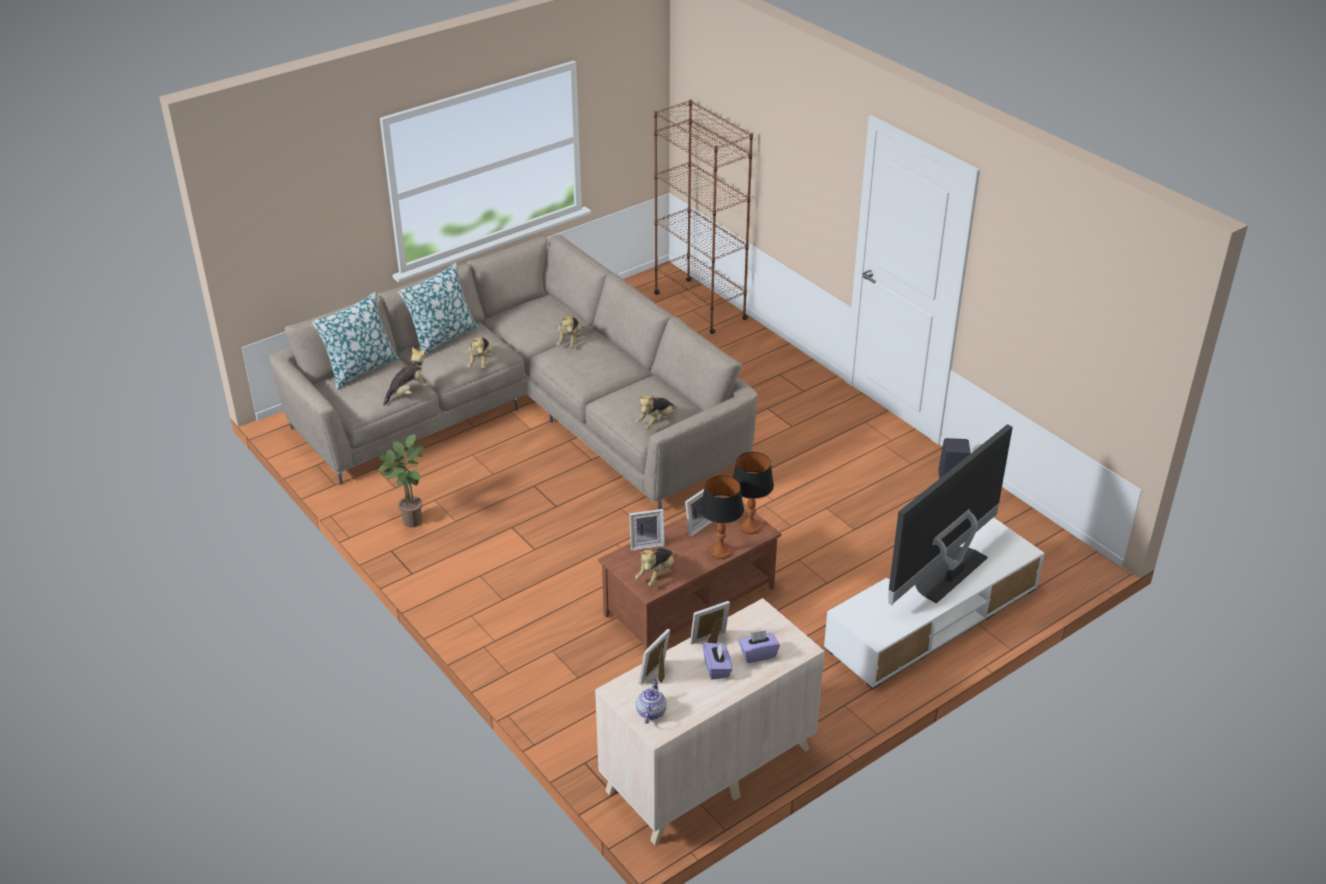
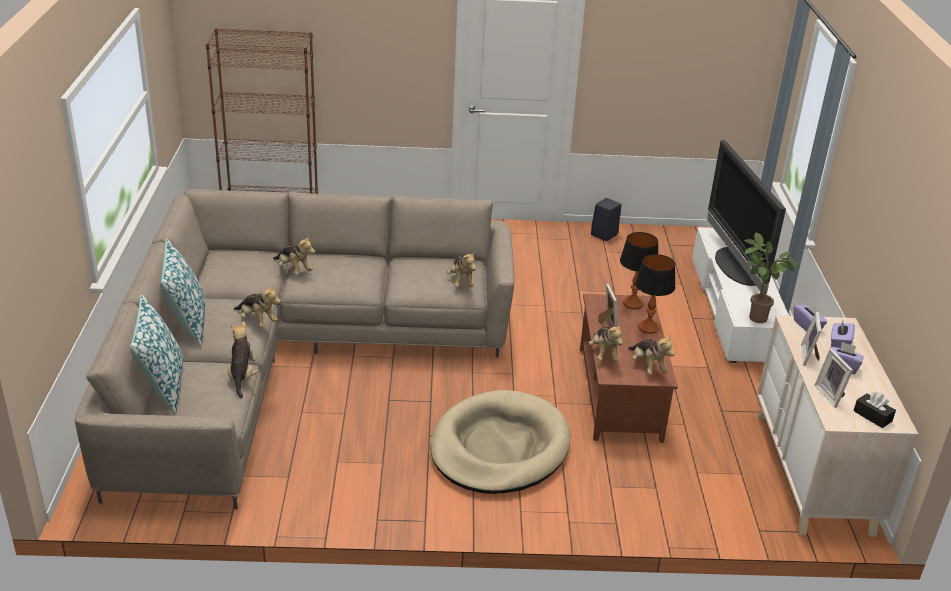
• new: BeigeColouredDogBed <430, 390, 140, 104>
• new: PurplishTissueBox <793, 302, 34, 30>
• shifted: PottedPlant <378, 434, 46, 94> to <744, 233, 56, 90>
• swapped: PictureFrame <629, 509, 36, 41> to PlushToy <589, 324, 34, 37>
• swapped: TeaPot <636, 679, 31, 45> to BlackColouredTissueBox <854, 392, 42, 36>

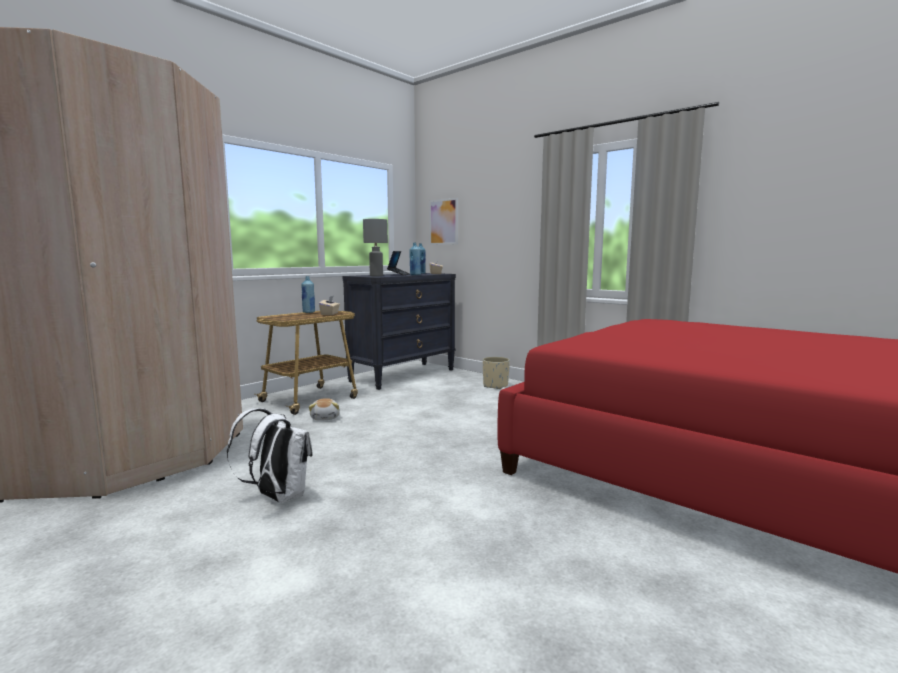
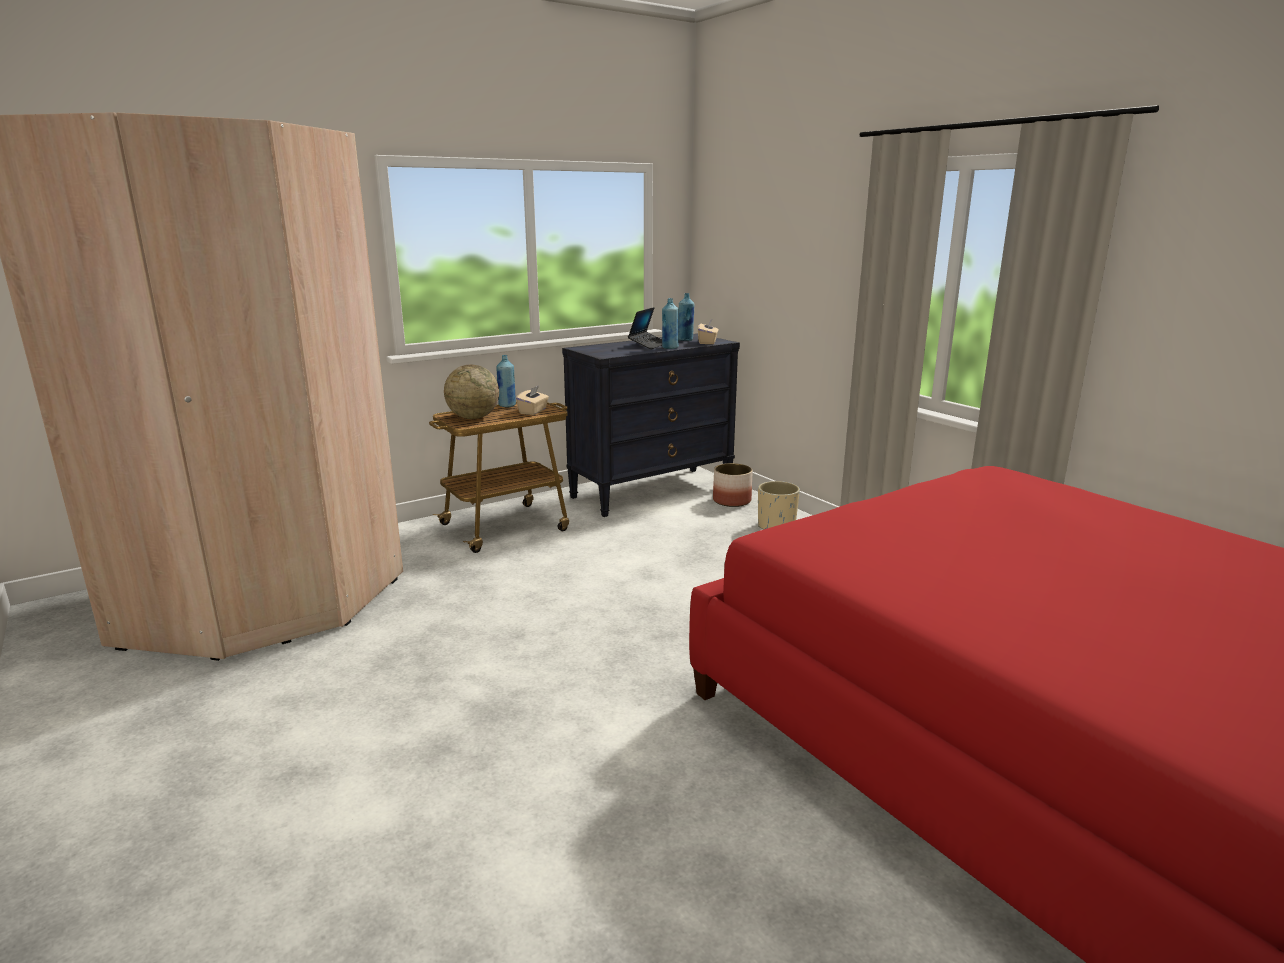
• gone: WhiteColouredKnapsack <227, 408, 86, 95>
• gone: PlushToy <309, 398, 31, 23>
• gone: GreyLampForATable <363, 219, 25, 57>
• gone: WallPicture <429, 198, 29, 47>
• new: DeskGlobe <444, 365, 55, 54>
• new: Planter <713, 463, 40, 44>

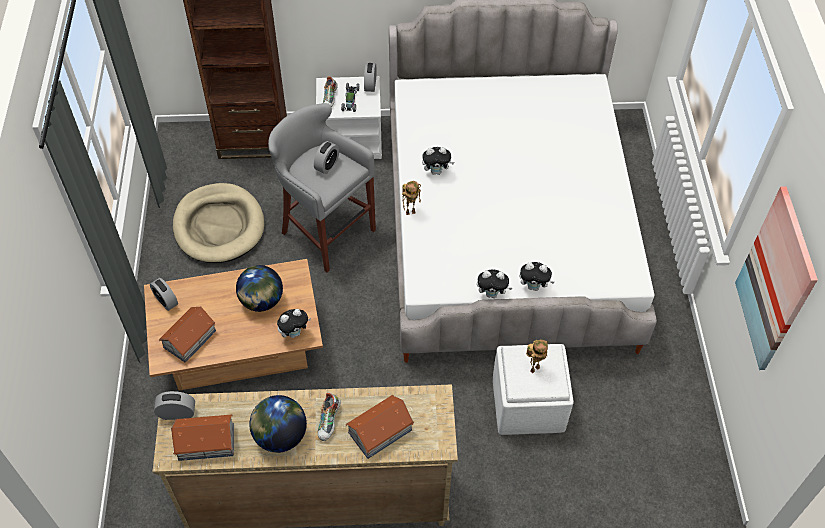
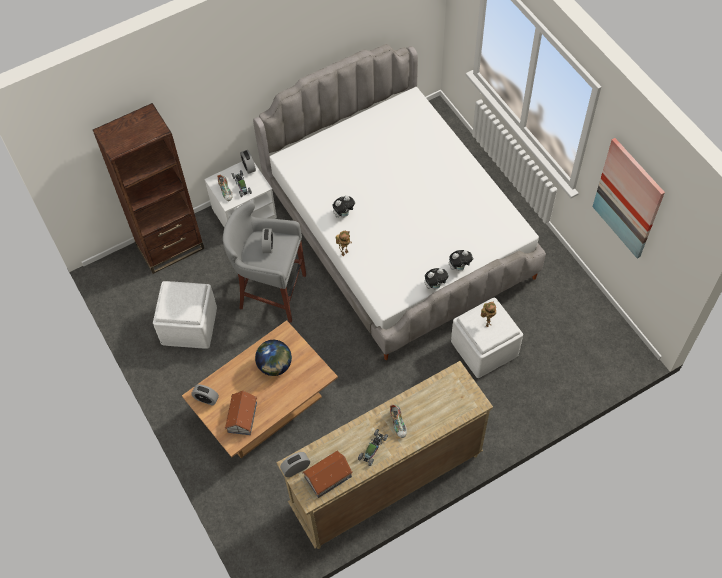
• gone: PlushToy <277, 309, 34, 29>
• gone: ModelHouse <345, 395, 69, 64>
• swapped: BeigeColouredDogBed <173, 183, 92, 80> to WhiteColouredPouffe <153, 281, 64, 68>
• swapped: DeskGlobe <249, 395, 58, 58> to ModelCar <358, 429, 30, 37>

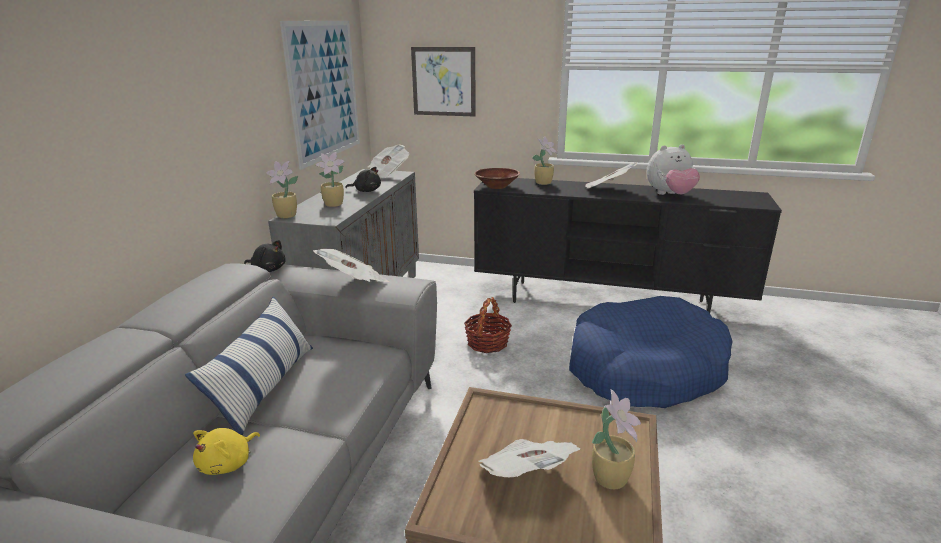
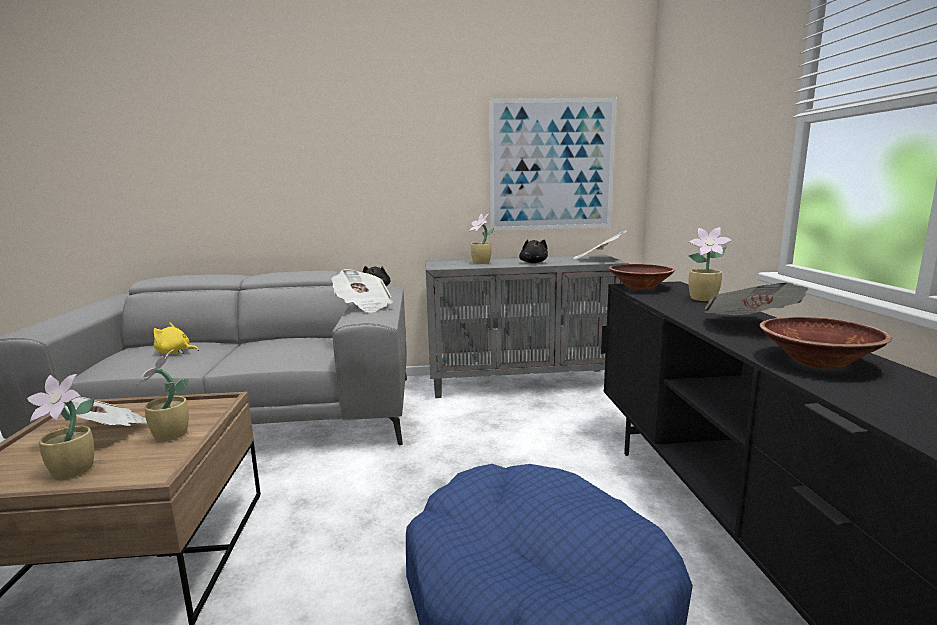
• gone: ThrowPillow <185, 296, 128, 139>
• gone: WallPicture <411, 47, 65, 70>
• gone: Basket <464, 297, 48, 56>
• shifted: PottedPlant <266, 161, 32, 57> to <134, 349, 55, 92>
• swapped: PlushToy <647, 144, 53, 51> to BrownServingBowl <760, 317, 132, 52>

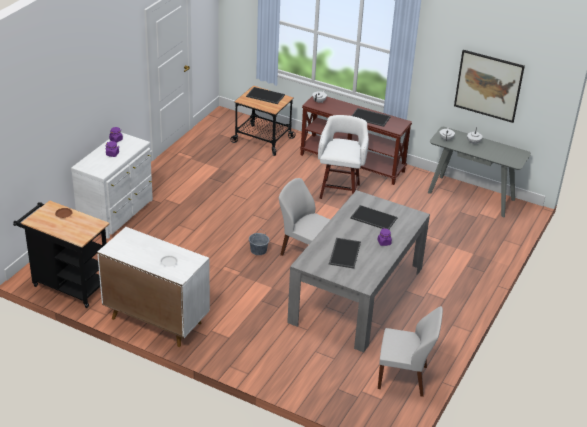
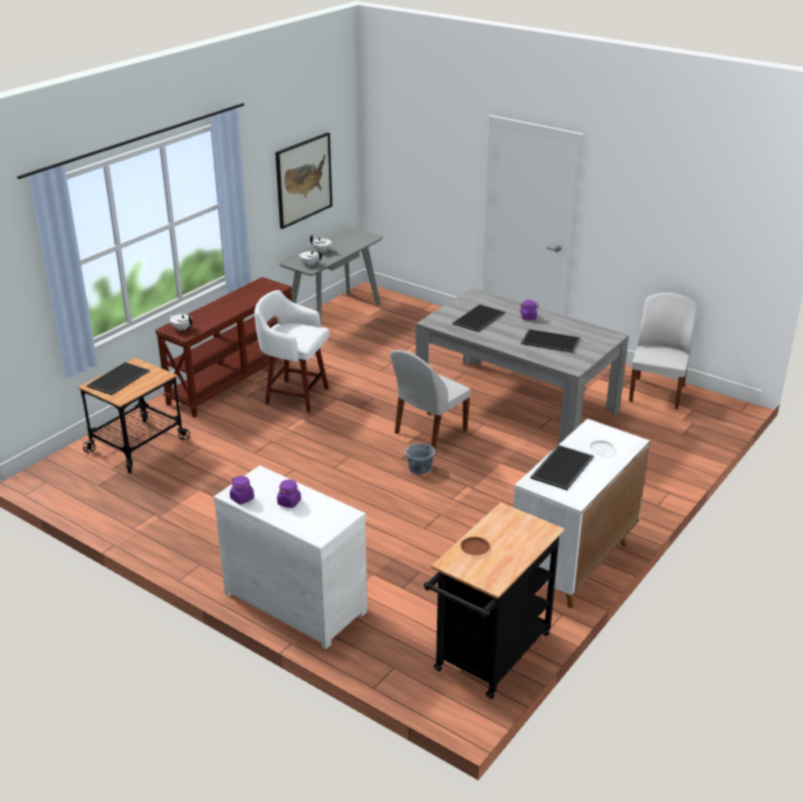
• shifted: ServingTray <352, 108, 39, 19> to <530, 445, 64, 45>

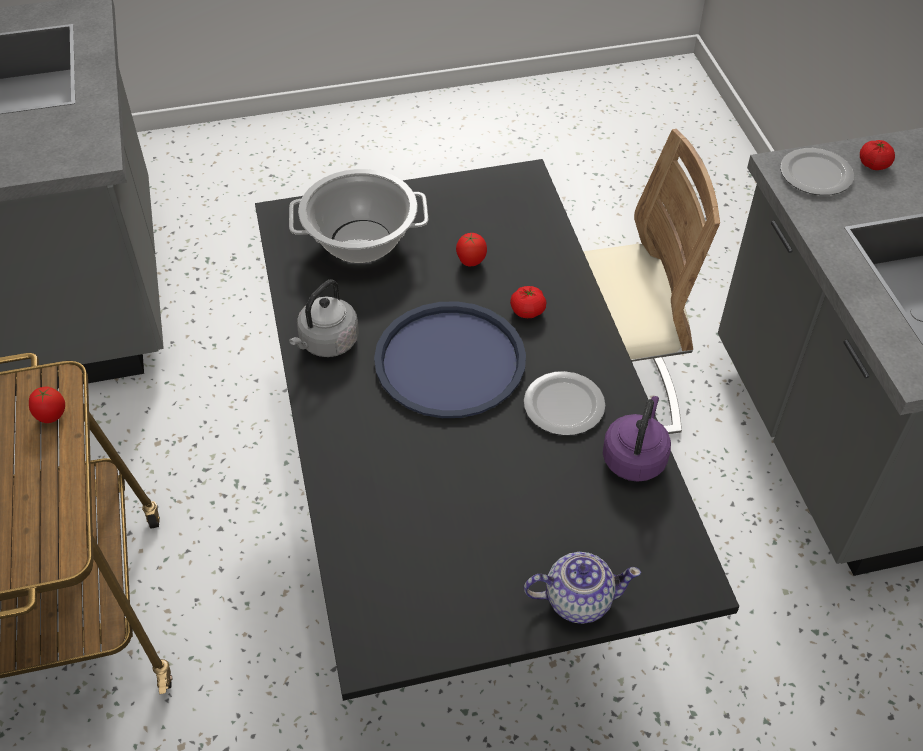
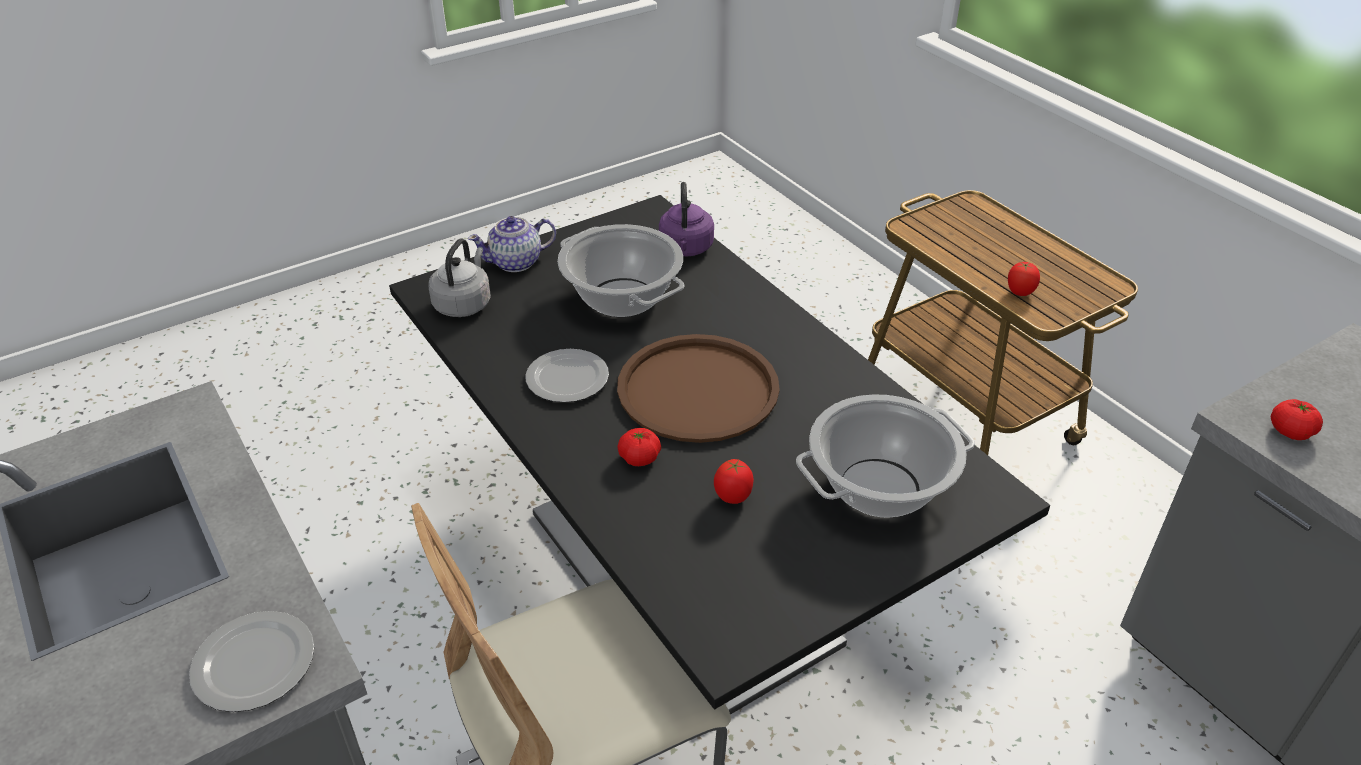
• new: Stockpot <558, 224, 127, 93>
• shifted: GreyWaterKettle <289, 279, 70, 78> to <428, 238, 63, 79>
• shifted: PurplishWaterKettle <603, 396, 68, 86> to <659, 182, 55, 74>
• shifted: Tomato <860, 140, 35, 30> to <1271, 399, 52, 41>
• repainted: BluishServingTray <374, 301, 152, 117> to BrownServingTray <617, 334, 163, 109>

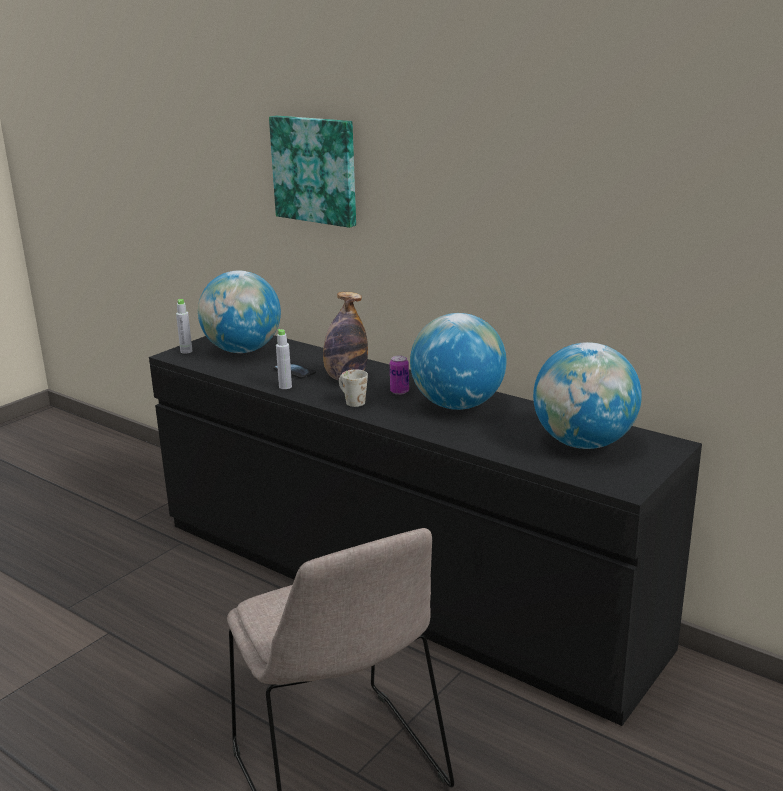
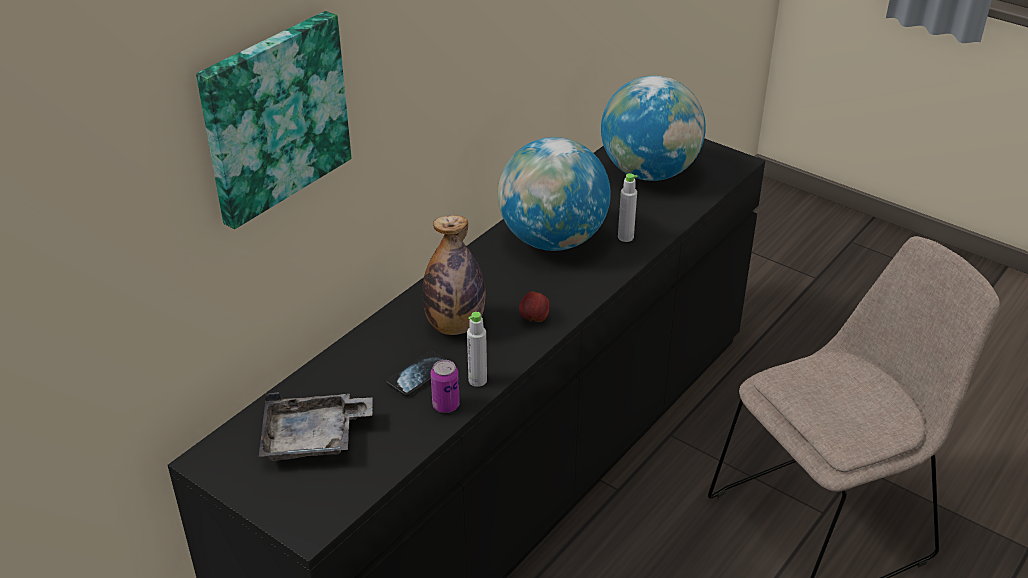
• shifted: GreyDrinkBottle <176, 299, 16, 55> to <618, 173, 20, 69>
• shifted: Can <390, 356, 19, 39> to <431, 360, 29, 53>
• swapped: DeskGlobe <198, 271, 83, 82> to GreyServingTray <259, 393, 114, 68>
• swapped: WhiteColouredMug <339, 369, 29, 38> to Apple <519, 292, 30, 30>

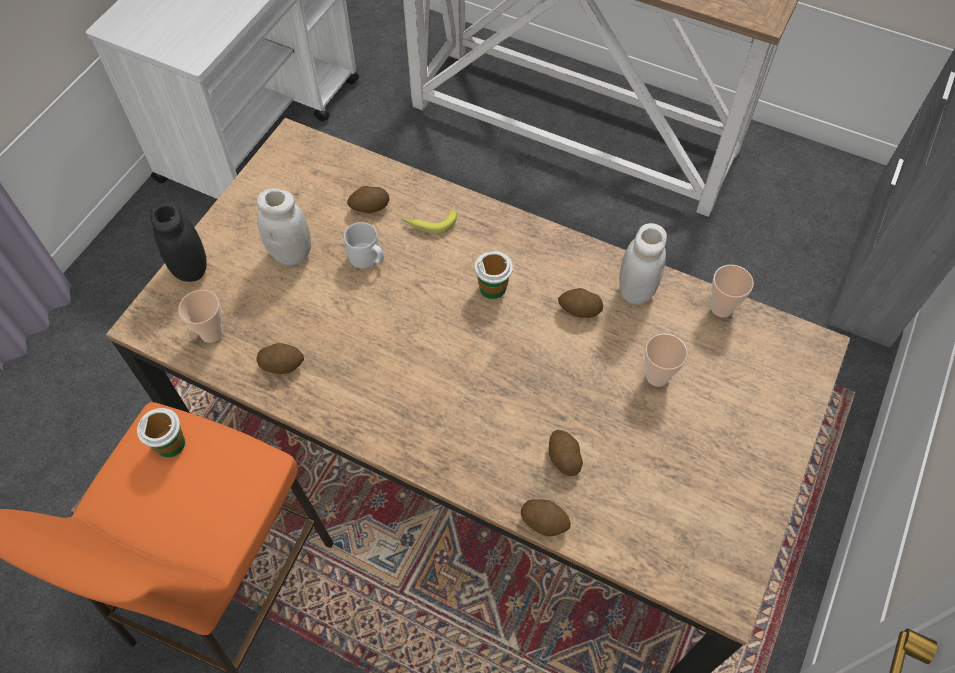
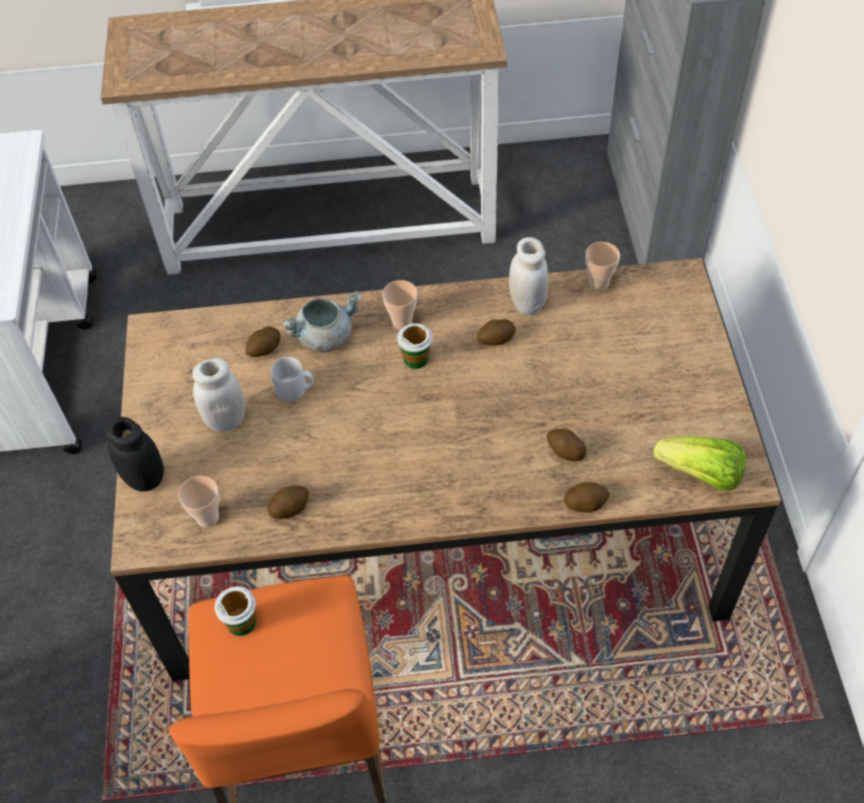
• new: HeadOfLettuce <653, 436, 93, 55>
• shifted: Cup <645, 334, 42, 53> to <382, 280, 36, 50>
• swapped: Banana <402, 210, 55, 24> to GreyStockpot <282, 291, 80, 62>

